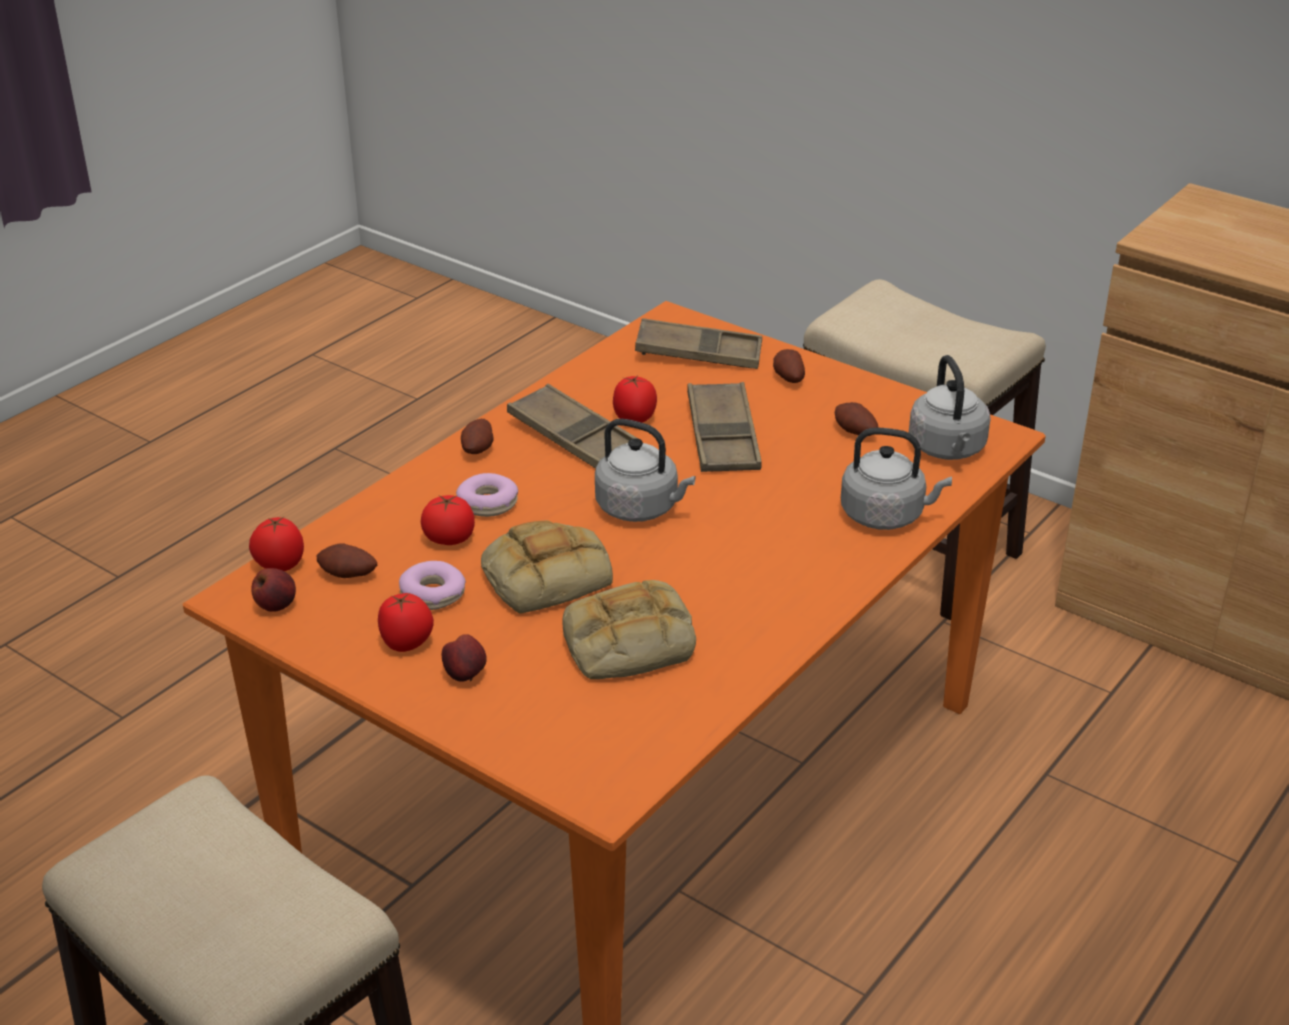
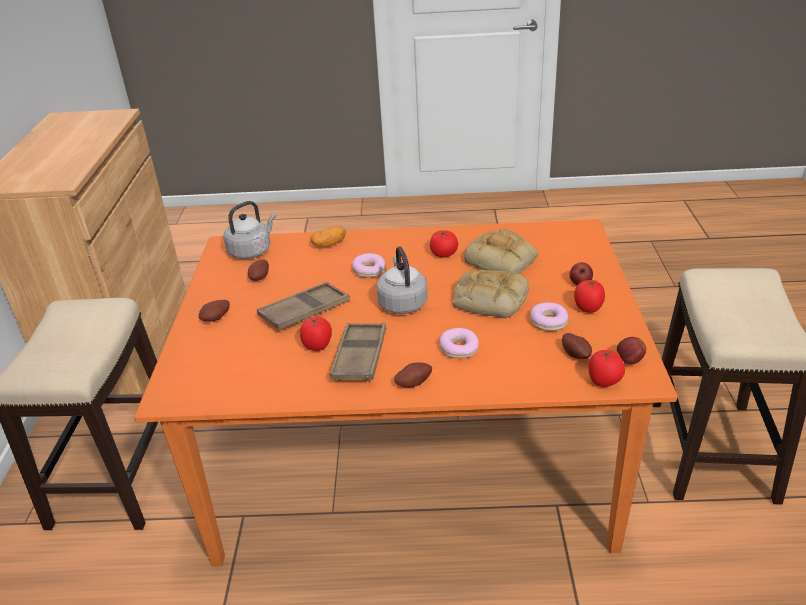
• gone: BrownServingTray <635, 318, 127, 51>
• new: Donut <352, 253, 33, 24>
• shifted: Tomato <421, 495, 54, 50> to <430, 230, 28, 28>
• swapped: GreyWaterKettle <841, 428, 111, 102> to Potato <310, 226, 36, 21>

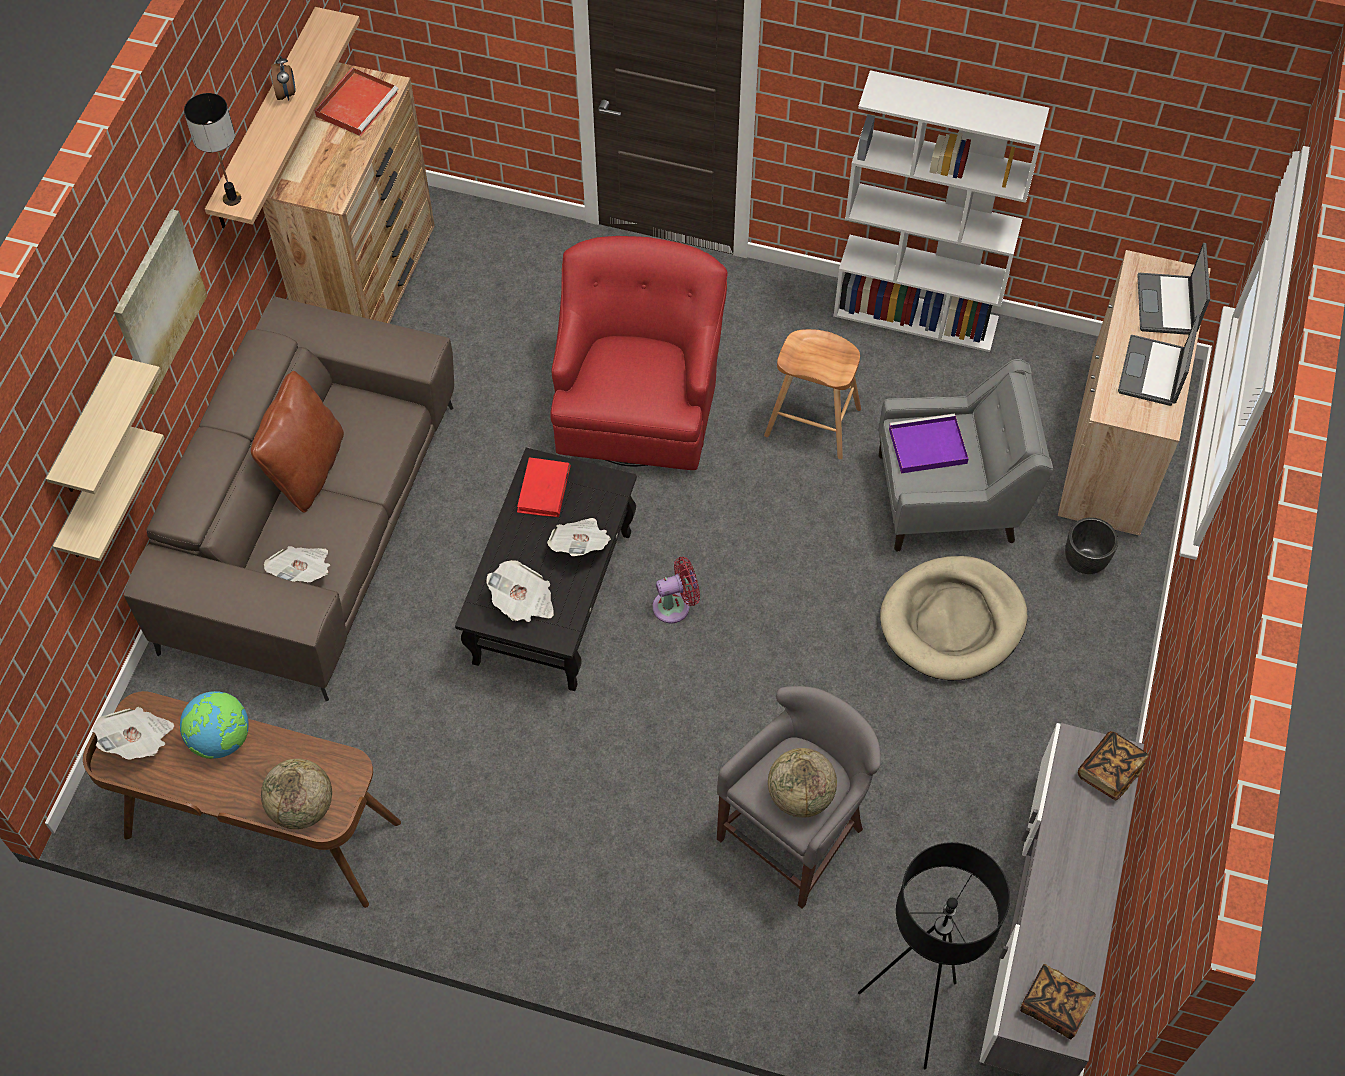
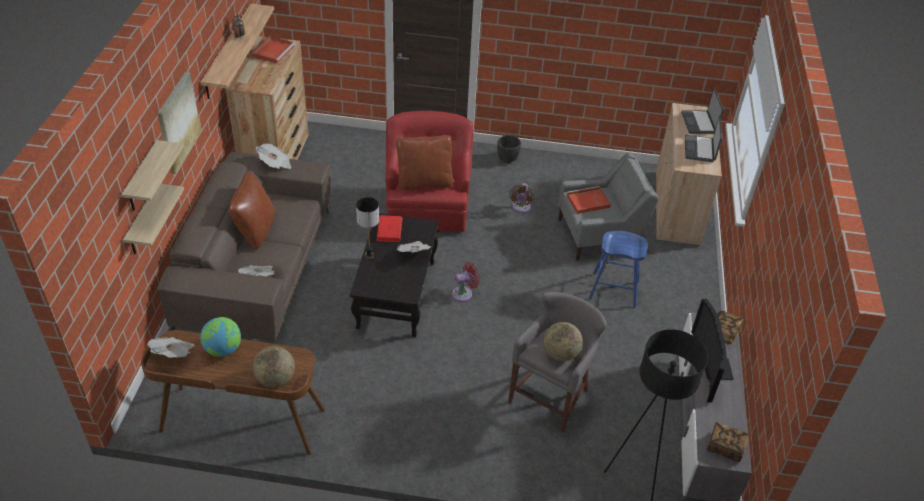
• gone: WhiteColouredBookshelf <833, 70, 216, 282>
• new: BrownThrowPillow <396, 135, 57, 55>
• new: Tv <691, 299, 42, 103>
• shifted: LampForATable <184, 93, 57, 113> to <356, 197, 23, 62>
• shifted: DailyPaper <486, 560, 68, 62> to <256, 144, 35, 25>
• shifted: BlackColouredPlanter <1065, 517, 53, 57> to <497, 135, 24, 28>
• swapped: BrownSittingStool <764, 329, 97, 130> to BrownElectricFan <509, 183, 25, 30>
• swapped: BeigeColouredDogBed <880, 556, 148, 125> to BluishSittingStool <589, 231, 58, 77>
• repainted: PurplishServingTray <889, 414, 80, 59> to RedColouredServingTray <566, 186, 45, 28>

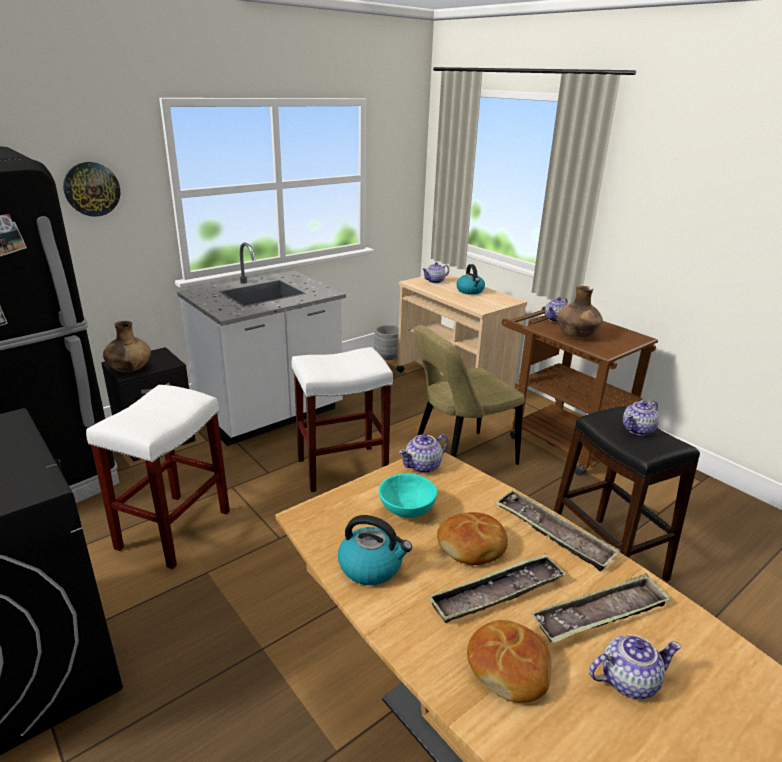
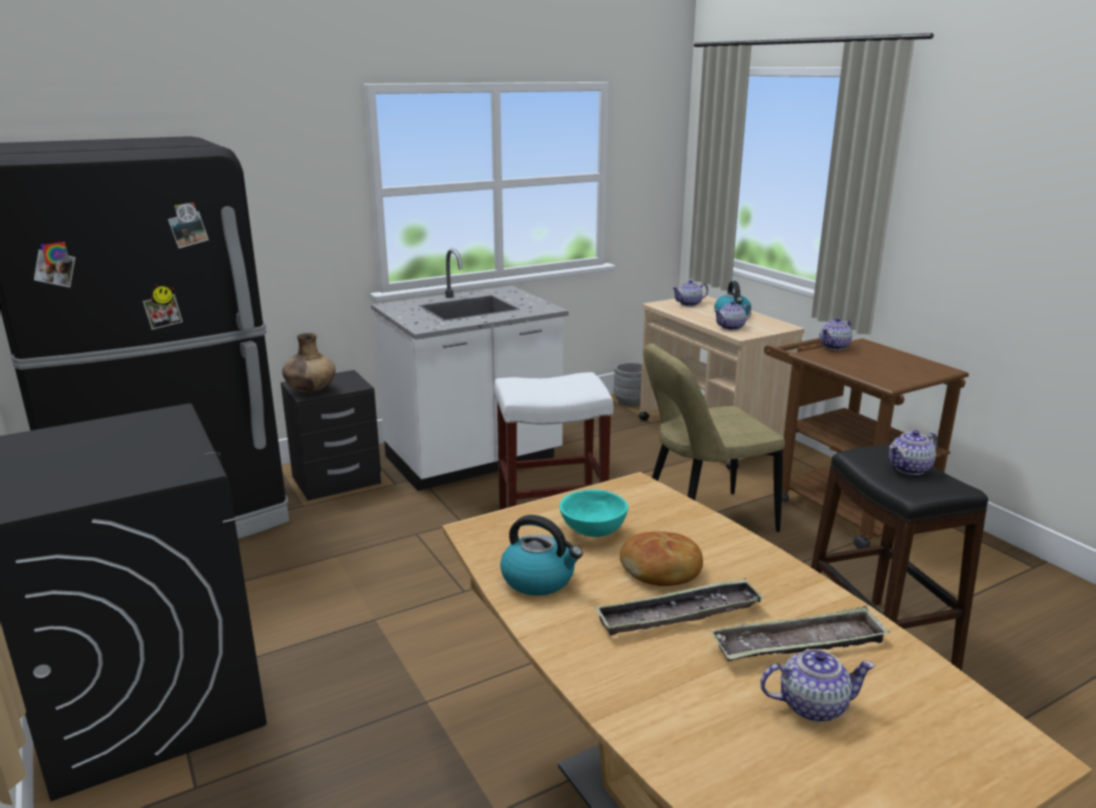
• gone: WallClock <63, 162, 57, 55>
• gone: WhiteColouredSittingStool <86, 385, 144, 184>
• gone: BakeryBread <467, 620, 84, 83>
• gone: ServingTray <495, 490, 125, 81>
• gone: BrownDecorativeVase <557, 286, 46, 52>
• shifted: TeaPot <399, 434, 49, 39> to <714, 301, 37, 29>

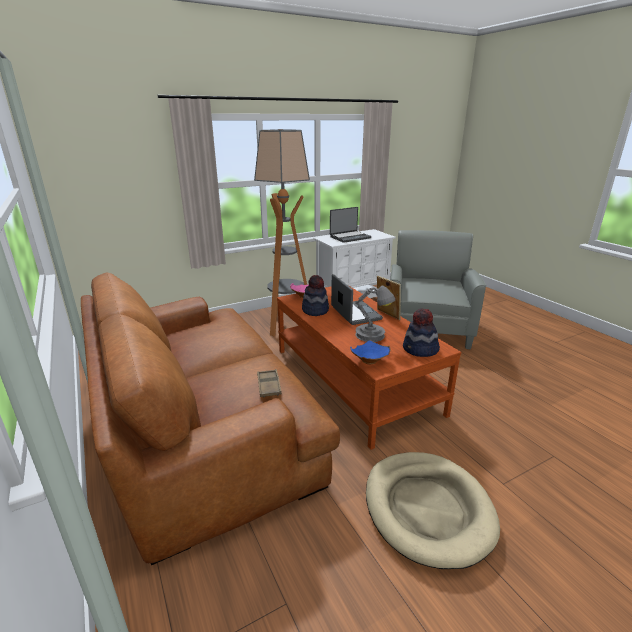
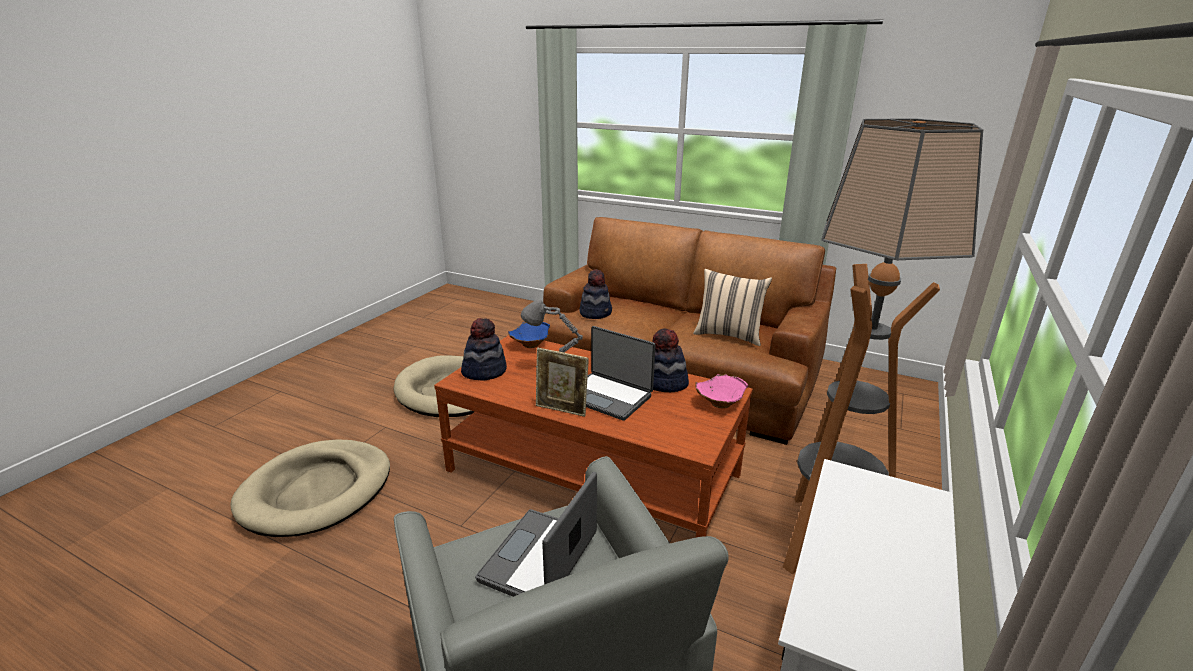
• new: BeigeColouredDogBed <230, 439, 160, 98>
• new: BeigeColouredThrowPillow <693, 269, 79, 77>
• shifted: PortableComputer <330, 207, 41, 36> to <475, 472, 122, 125>
• swapped: BrownServingTray <257, 369, 25, 28> to ClothingHat <579, 269, 33, 50>

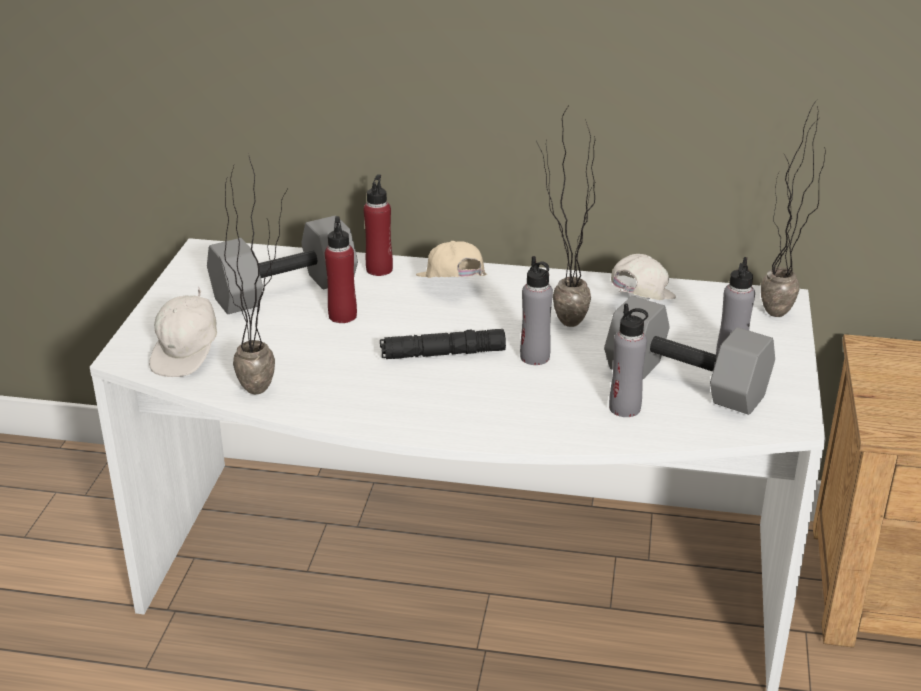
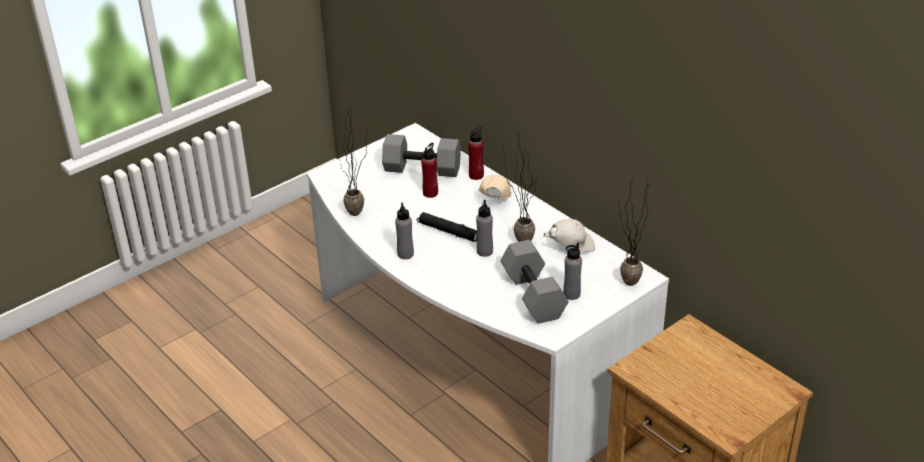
• gone: WhiteColouredBaseballCap <149, 287, 68, 90>
• shifted: GreyDrinkBottle <609, 303, 39, 114> to <395, 203, 19, 56>

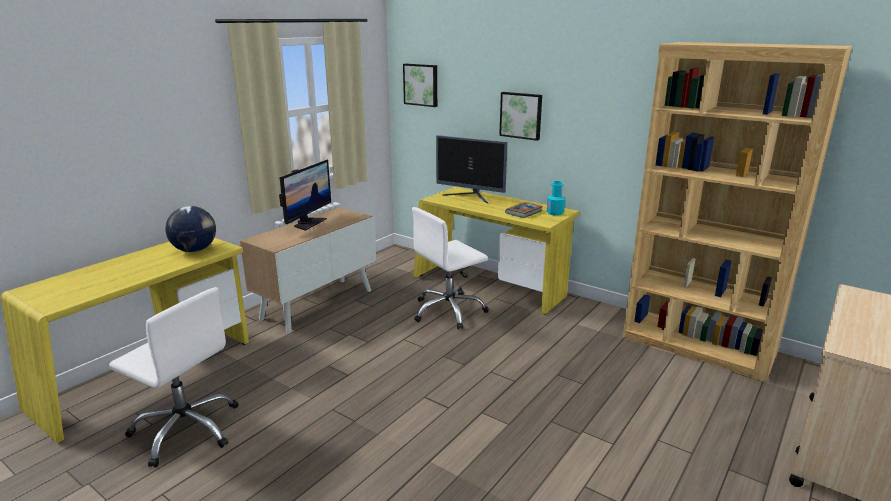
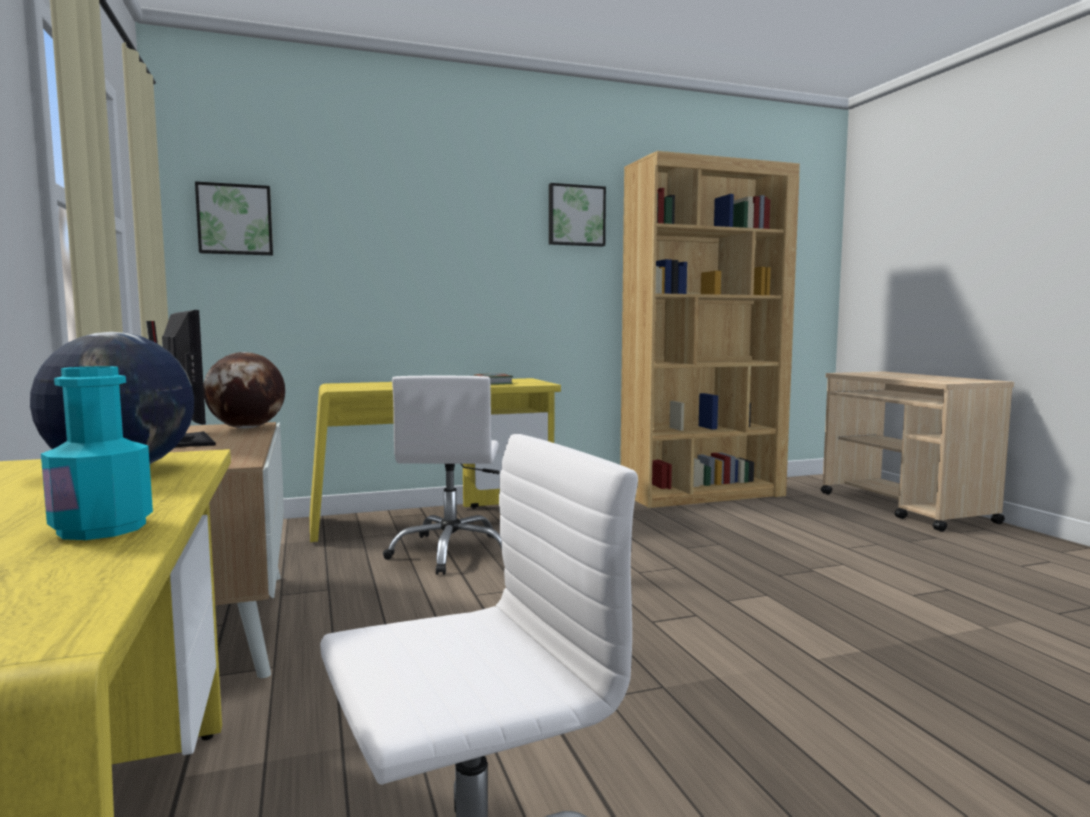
• gone: Monitor <436, 135, 72, 69>
• new: DeskGlobe <203, 352, 82, 77>
• shifted: WallPicture <499, 92, 43, 49> to <549, 183, 57, 64>
• shifted: TurquoiseDrinkBottle <547, 181, 18, 35> to <41, 366, 112, 174>

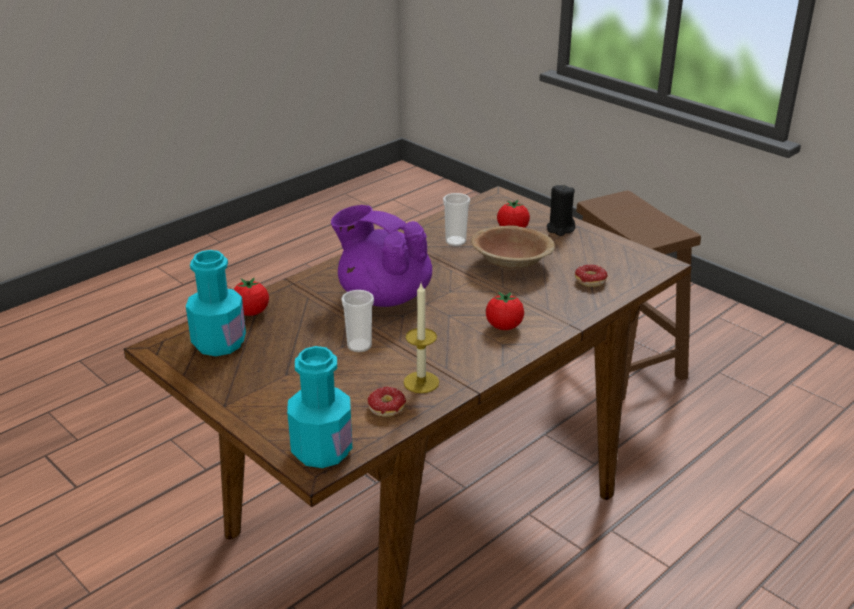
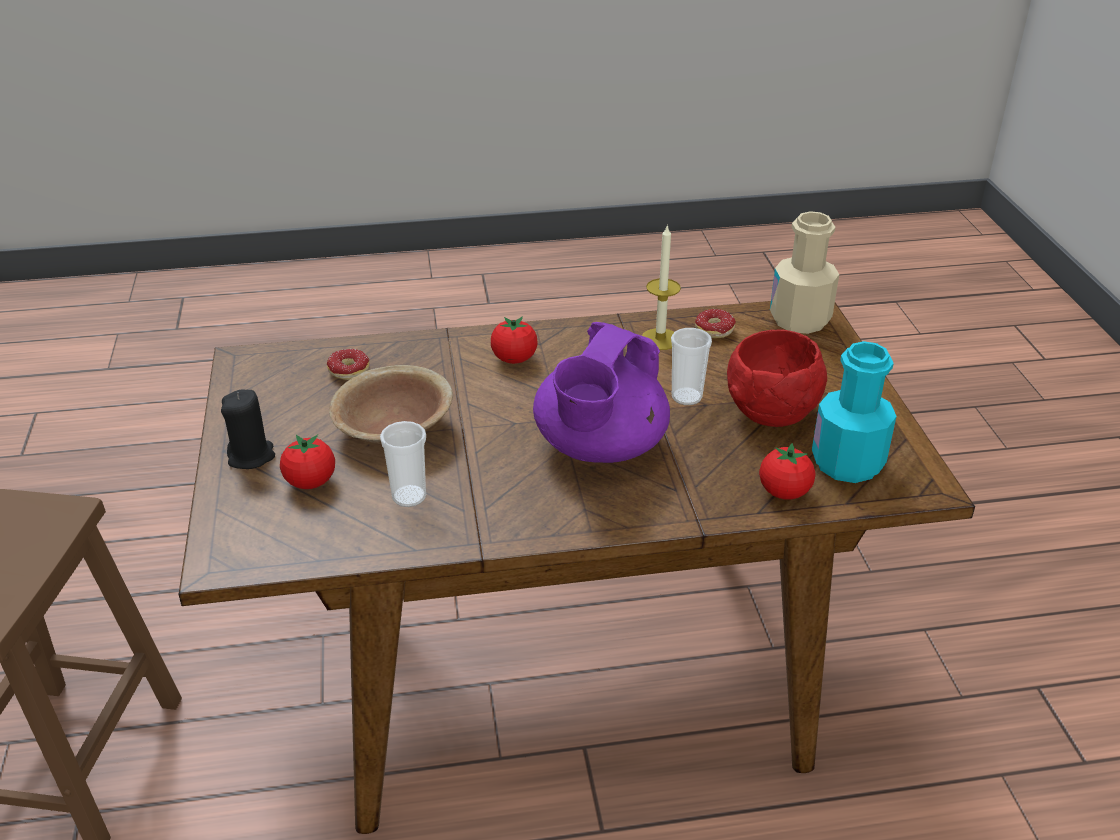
• new: RedColouredServingBowl <727, 330, 100, 97>
• repainted: TurquoiseDrinkBottle <287, 346, 65, 122> to BeigeColouredDrinkBottle <770, 211, 69, 123>
• rotated: PurplishTeaPot <331, 205, 101, 102> = <533, 322, 137, 141> 45 degrees clockwise

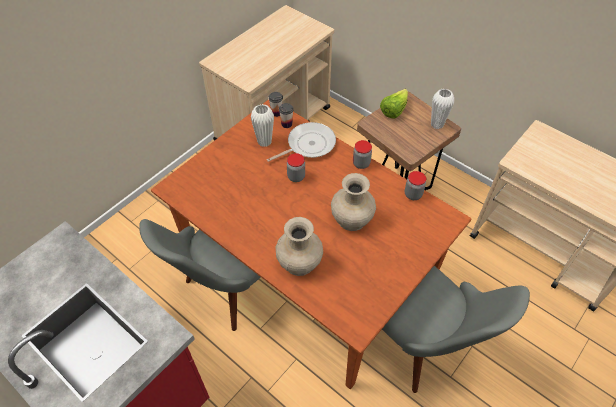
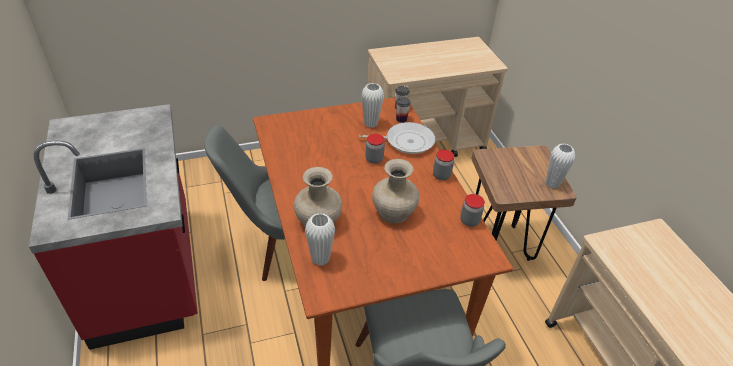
• gone: HeadOfLettuce <380, 89, 28, 30>
• new: WhiteColouredDecorativeVase <305, 213, 30, 53>

